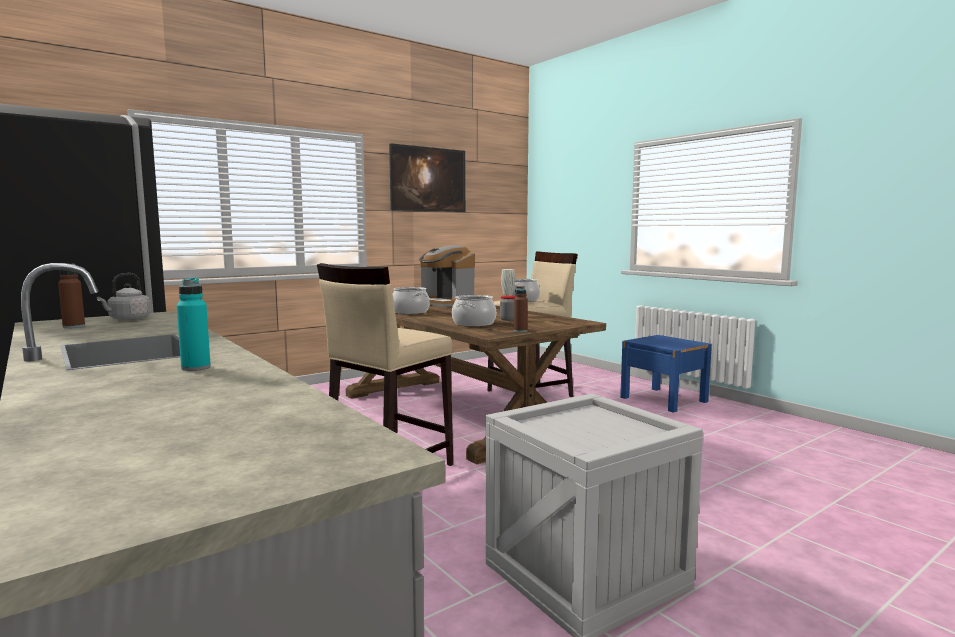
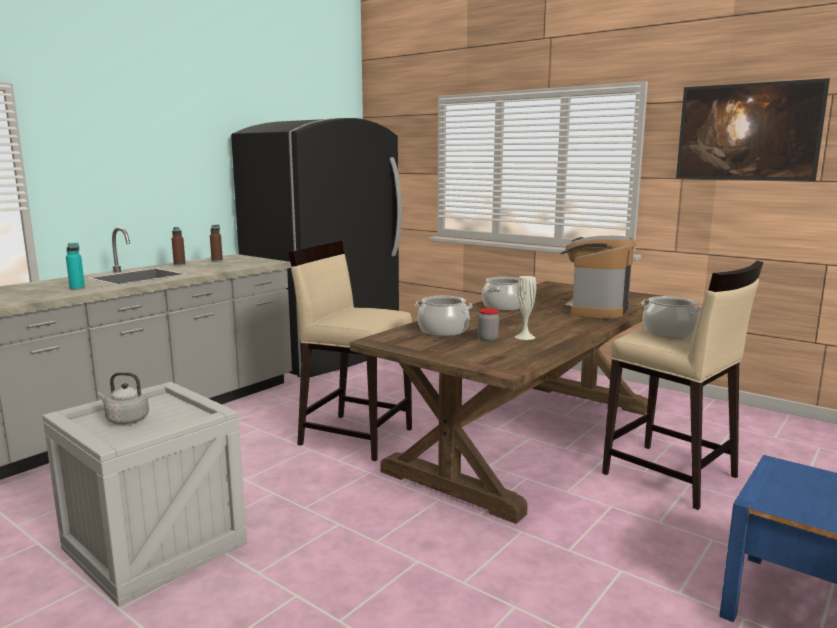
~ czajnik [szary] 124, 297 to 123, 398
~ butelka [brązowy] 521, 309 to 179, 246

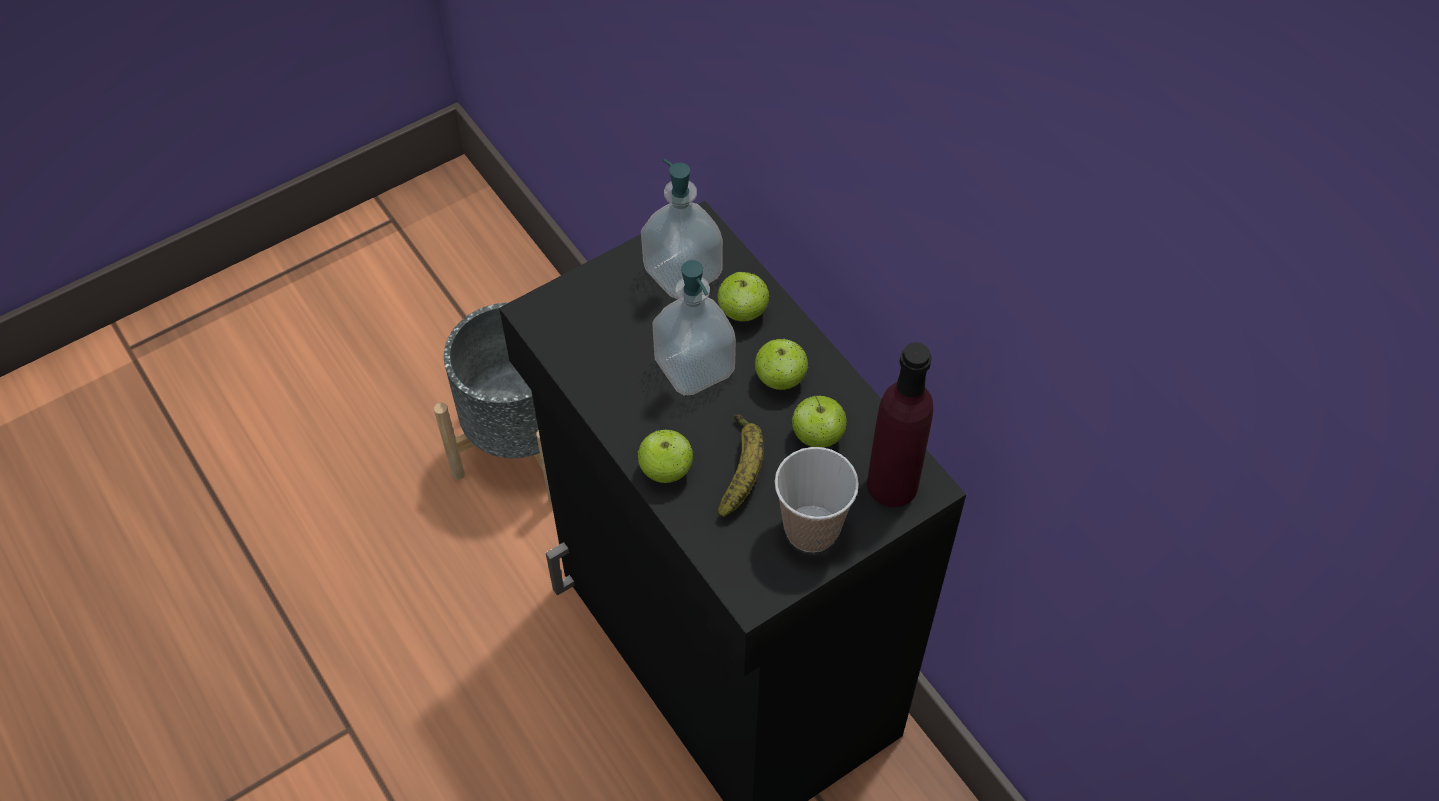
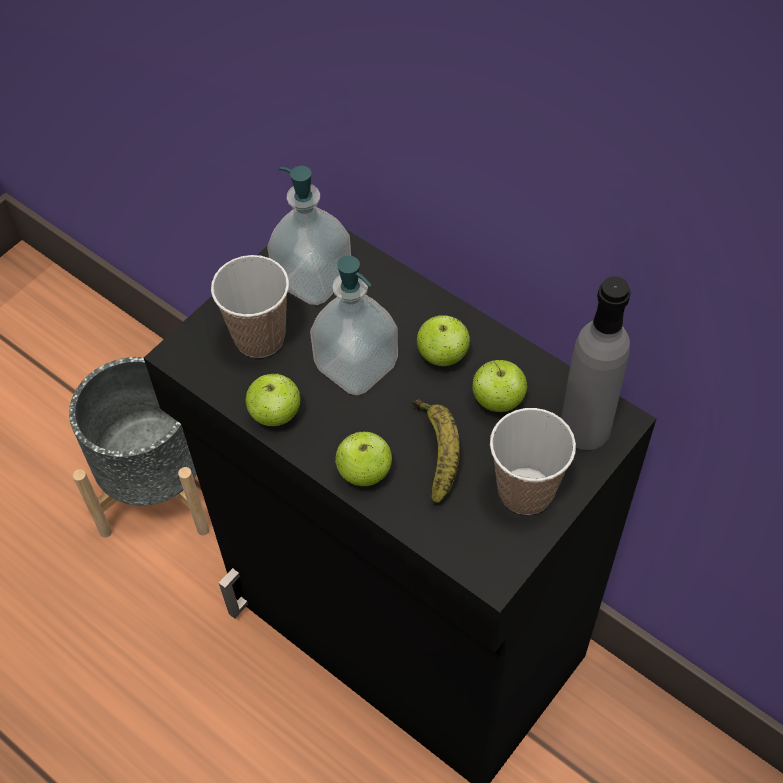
+ filiżanka 250, 306
~ jabłko 743, 296 to 273, 399
~ butelka [fioletowy] 900, 424 to butelka [szary] 596, 363

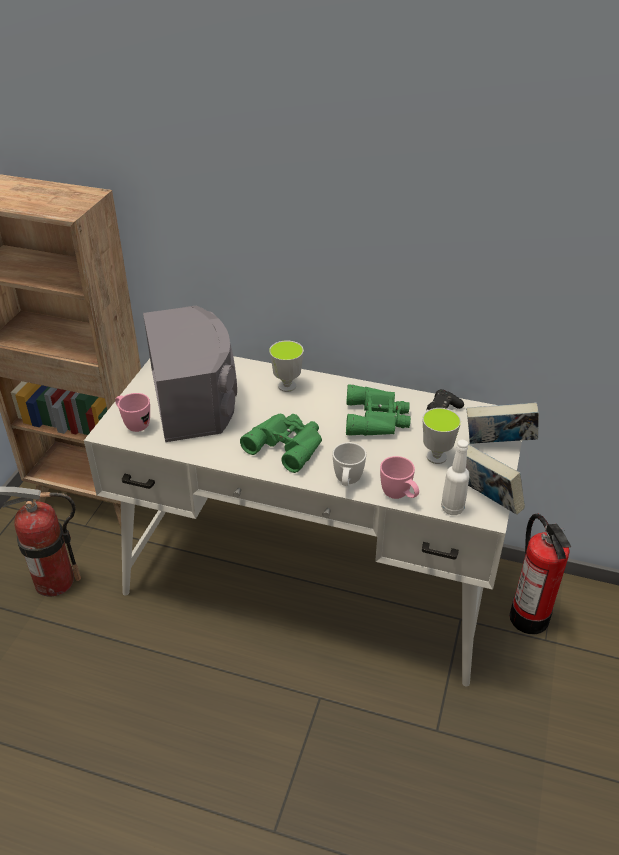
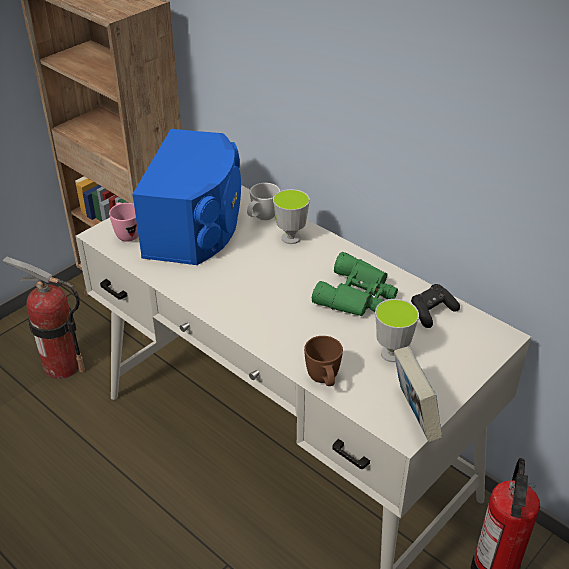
~ głośnik [szary] 190, 373 to głośnik [niebieski] 186, 197
~ kubek [biały] 349, 464 to 263, 201
~ kubek [różowy] 399, 477 to kubek [brązowy] 323, 361
- lornetka [zielony] 281, 443
- butelka [biały] 455, 477
- książka 502, 423

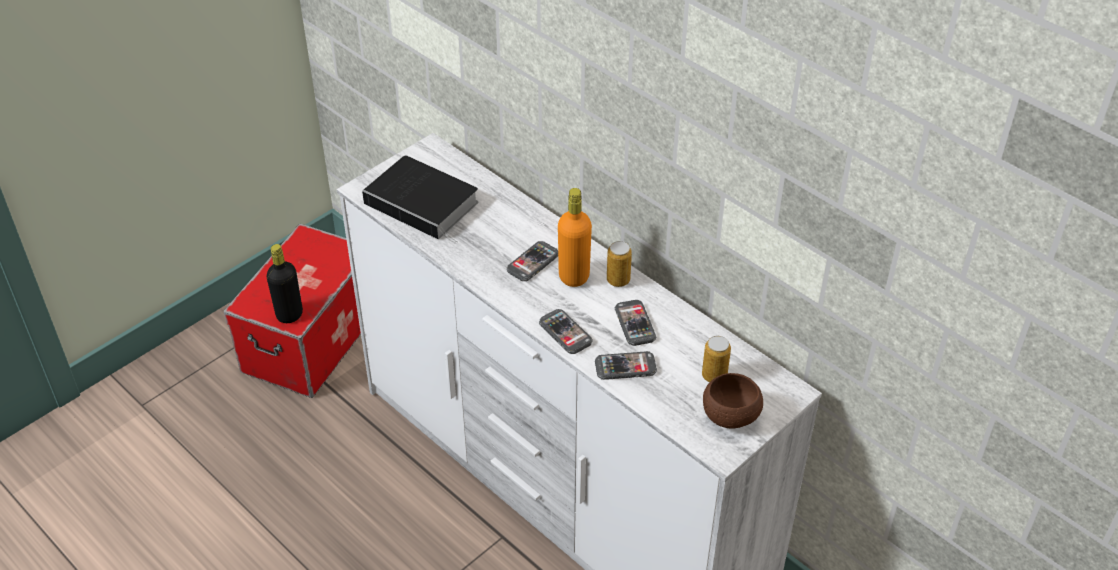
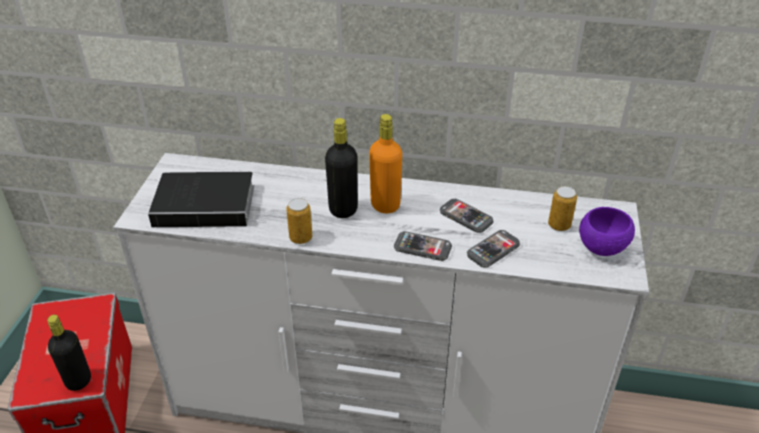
~ puszka 619, 264 to 299, 221
~ telefon 532, 261 to butelka [czarny] 341, 168
~ miska [brązowy] 733, 400 to miska [fioletowy] 607, 231

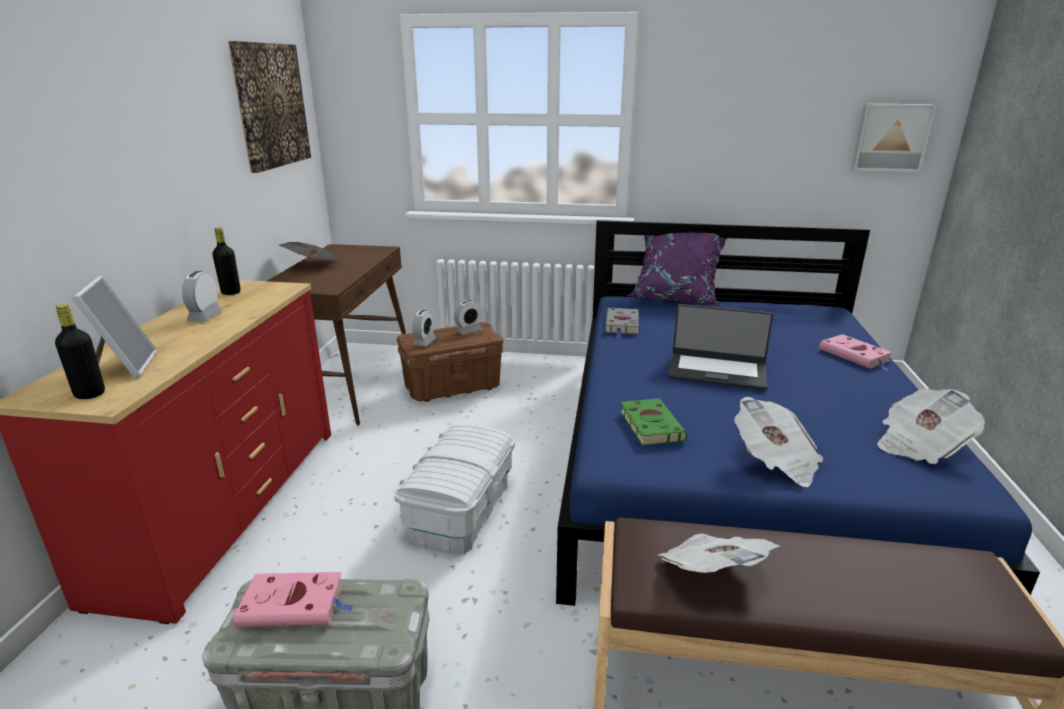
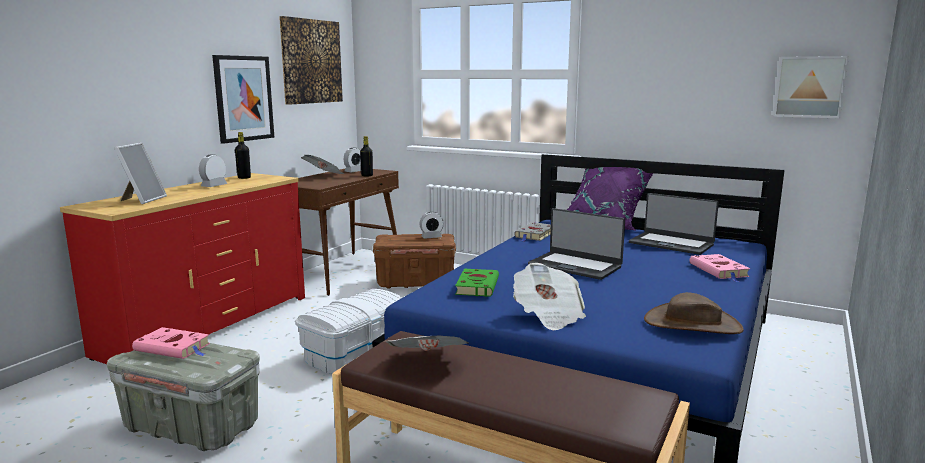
+ obraz 243, 99
~ budzik 424, 328 to 352, 160
~ butelka [czarny] 80, 351 to 366, 156
+ laptop 674, 224
~ gazeta 931, 426 to kapelusz [brązowy] 694, 313

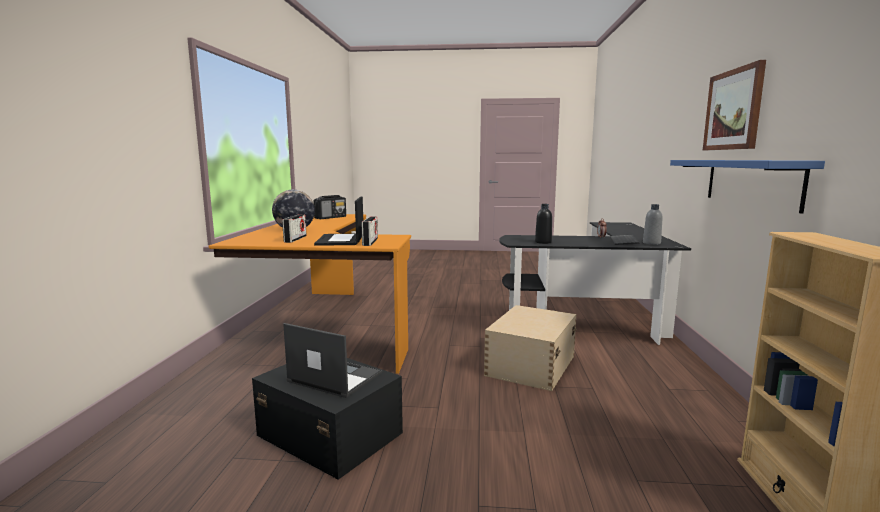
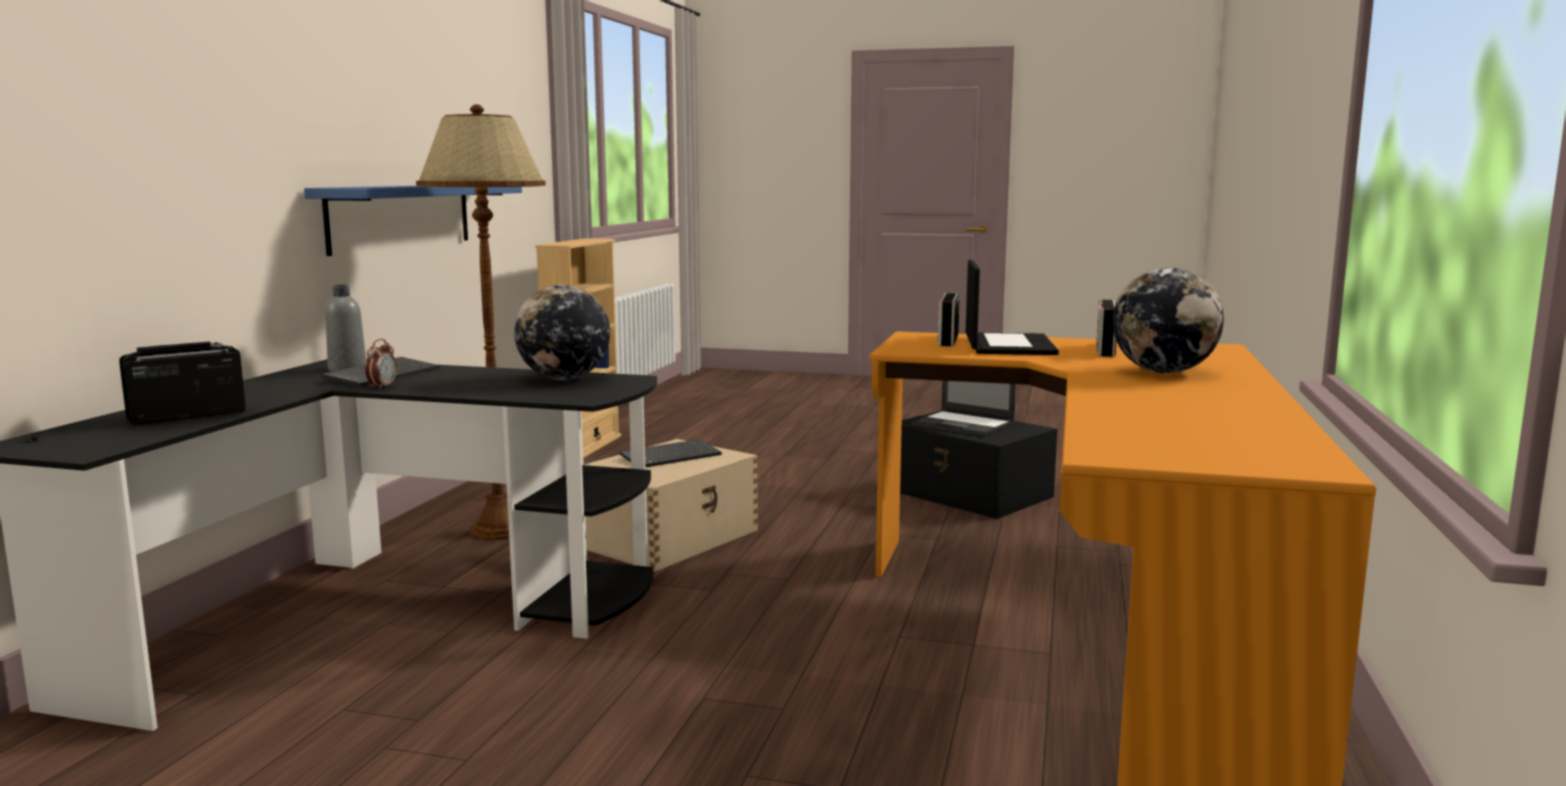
~ radio 329, 207 to 182, 383
+ lampa stojąca [brązowy] 481, 322
~ butelka [czarny] 543, 224 to globus 562, 332
+ klawiatura 670, 453
- obraz 734, 105

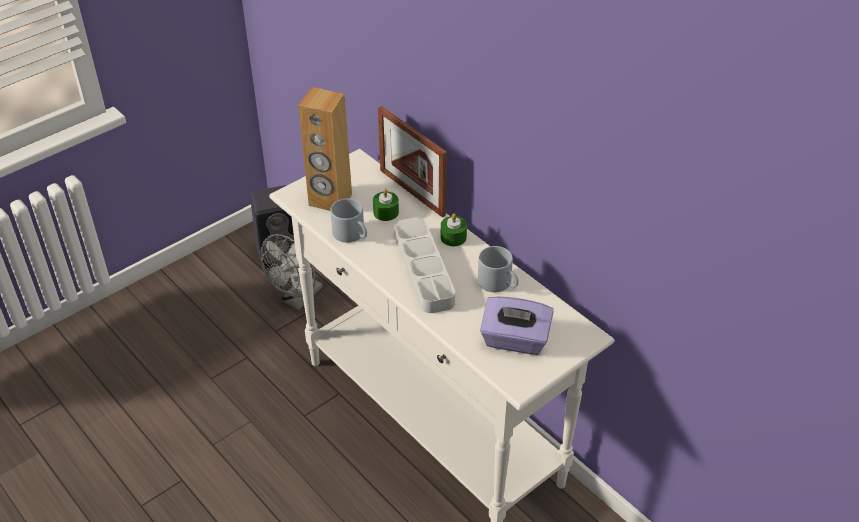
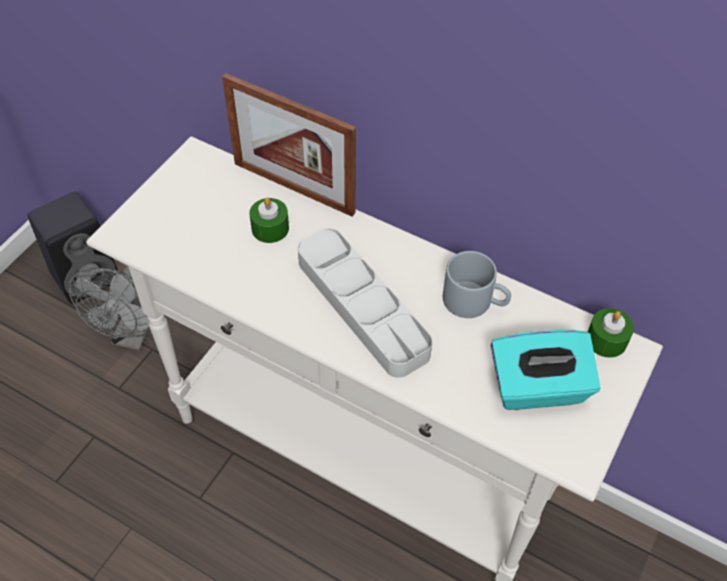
~ pudełko chusteczek [fioletowy] 517, 325 to pudełko chusteczek [turkusowy] 546, 370
~ świeca [zielony] 454, 230 to 611, 333
- głośnik [brązowy] 325, 149
- kubek [szary] 348, 221

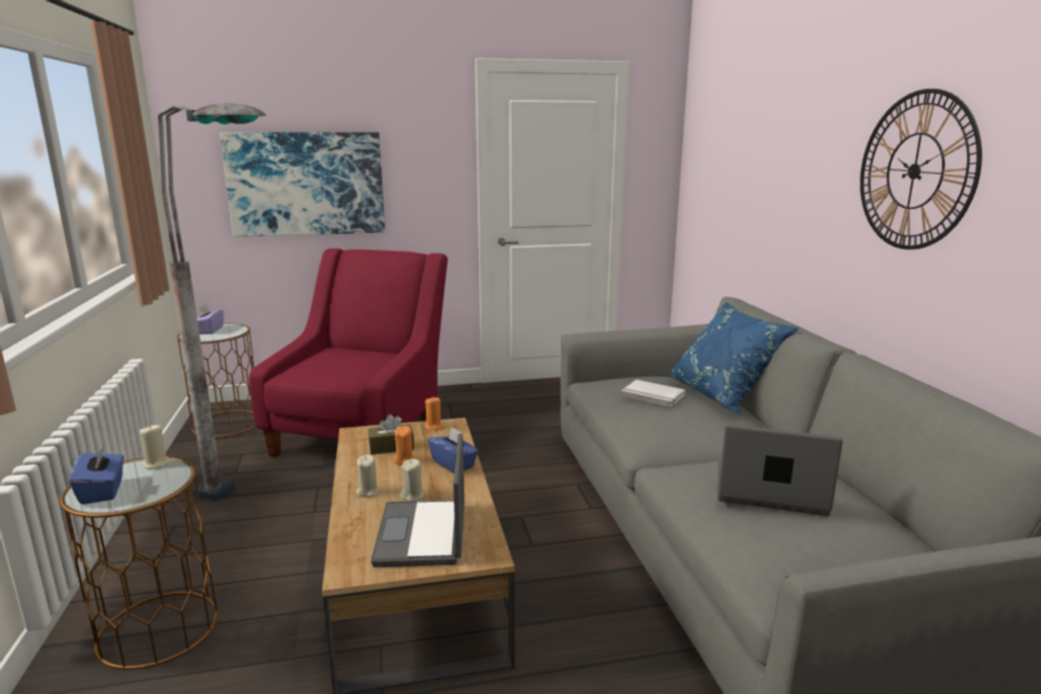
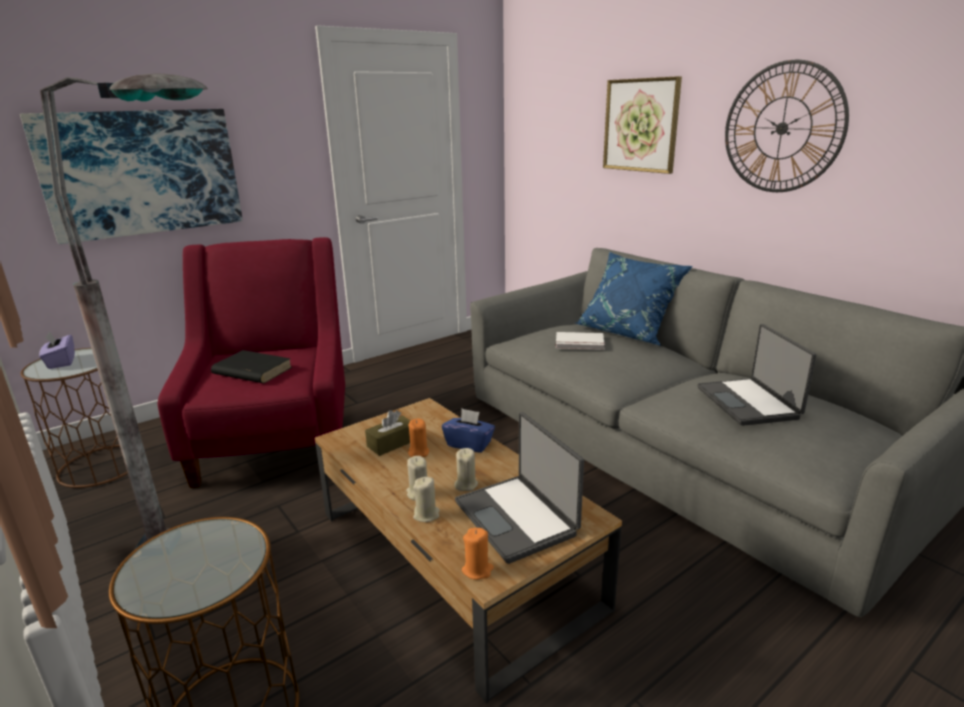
+ książka [czarny] 251, 366
~ świeca [beżowy] 155, 447 to 426, 499
~ świeca [pomarańczowy] 434, 413 to 478, 554
+ obraz 642, 125
~ laptop 780, 470 = 756, 375 90 degrees counterclockwise
- pudełko chusteczek [niebieski] 97, 474

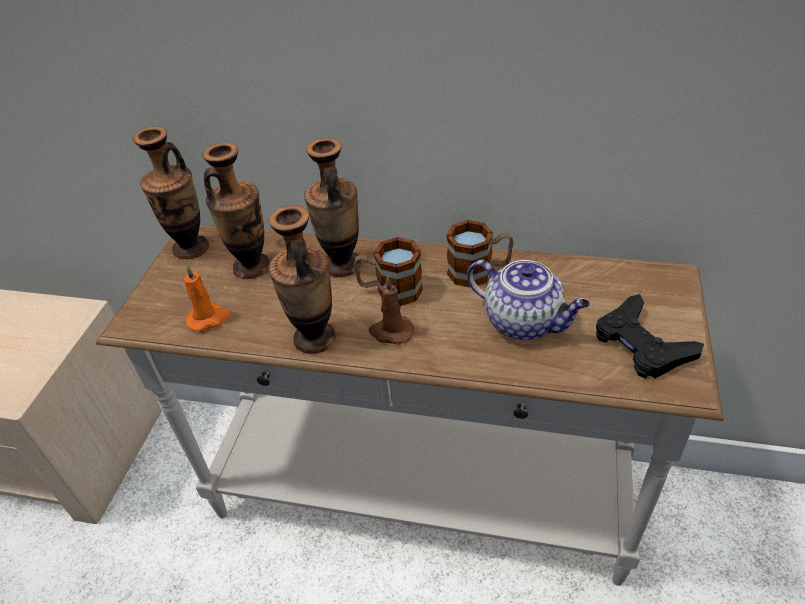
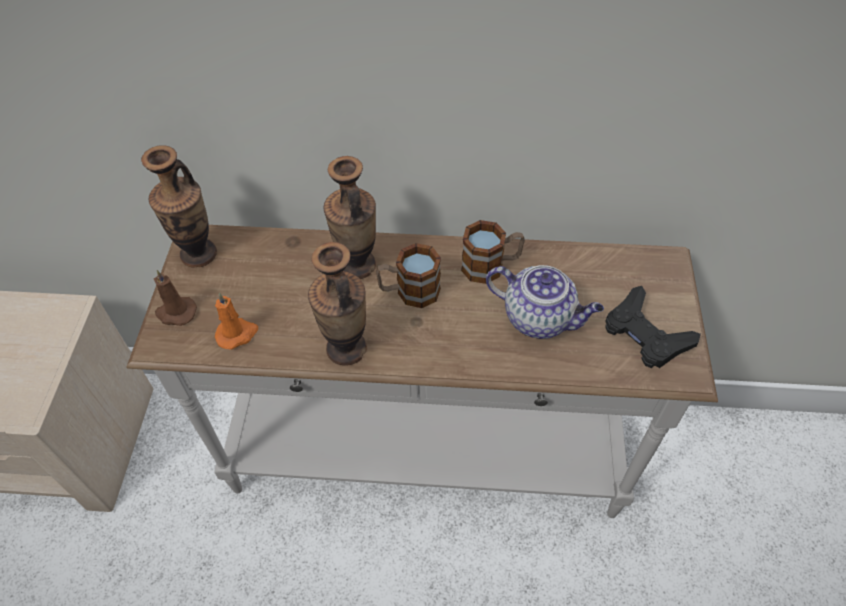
~ świeca [brązowy] 391, 310 to 175, 298
- wazon 236, 211

